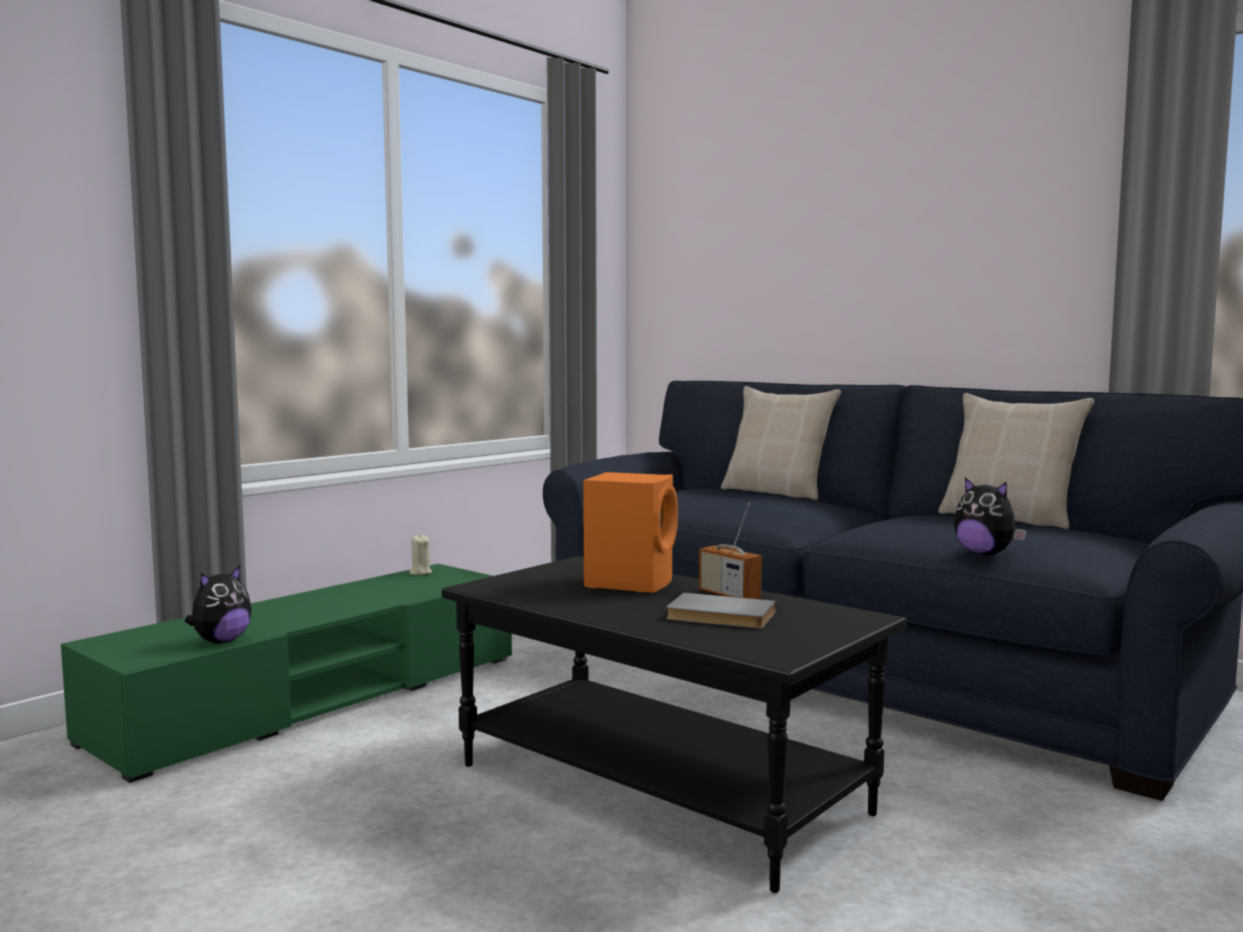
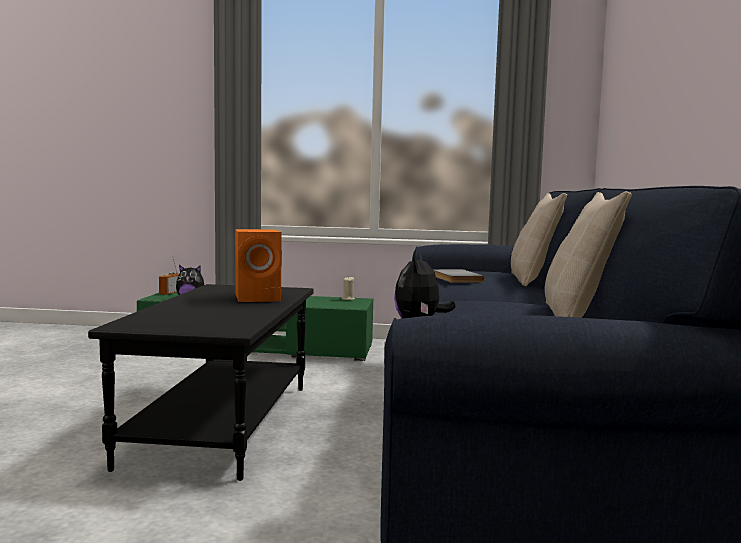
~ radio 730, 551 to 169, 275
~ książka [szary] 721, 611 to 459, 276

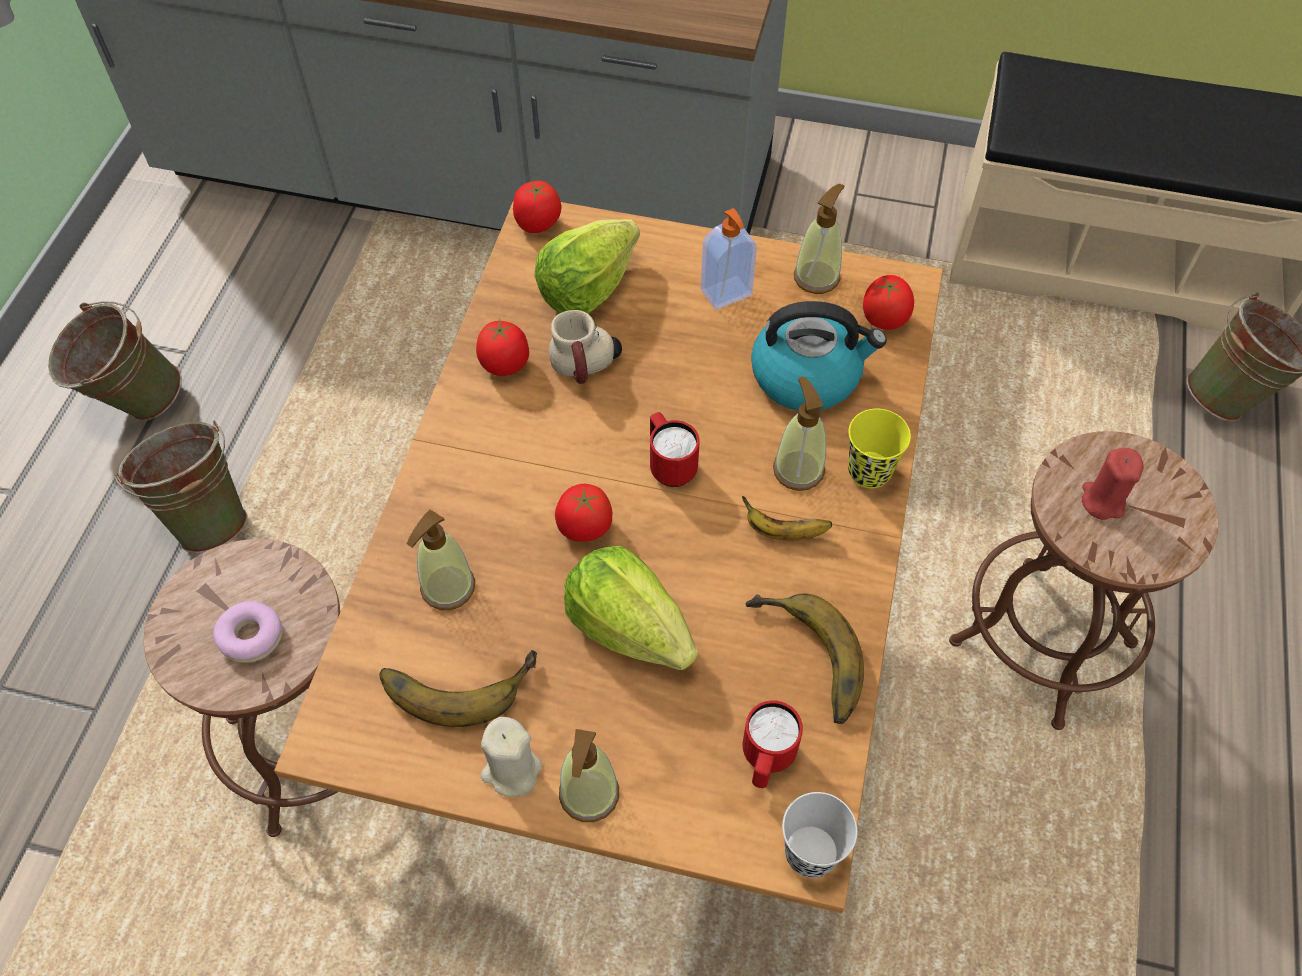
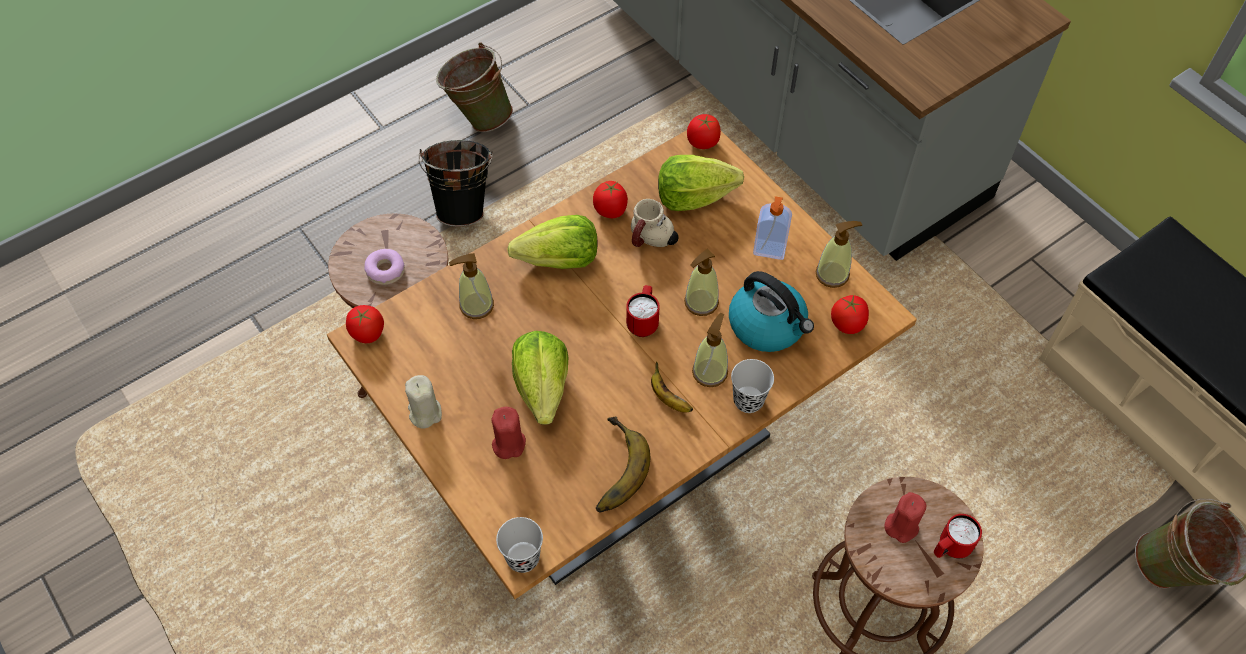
~ pomidor 583, 513 to 365, 324
~ wiadro [zielony] 180, 486 to wiadro [czarny] 456, 183
+ świeca [czerwony] 509, 433
+ sałata 552, 242
~ dozownik mydła 589, 775 to 701, 282
~ filiżanka [żółty] 879, 448 to filiżanka [czarny] 752, 386
~ kubek [czerwony] 773, 744 to 958, 536
- banan 458, 688

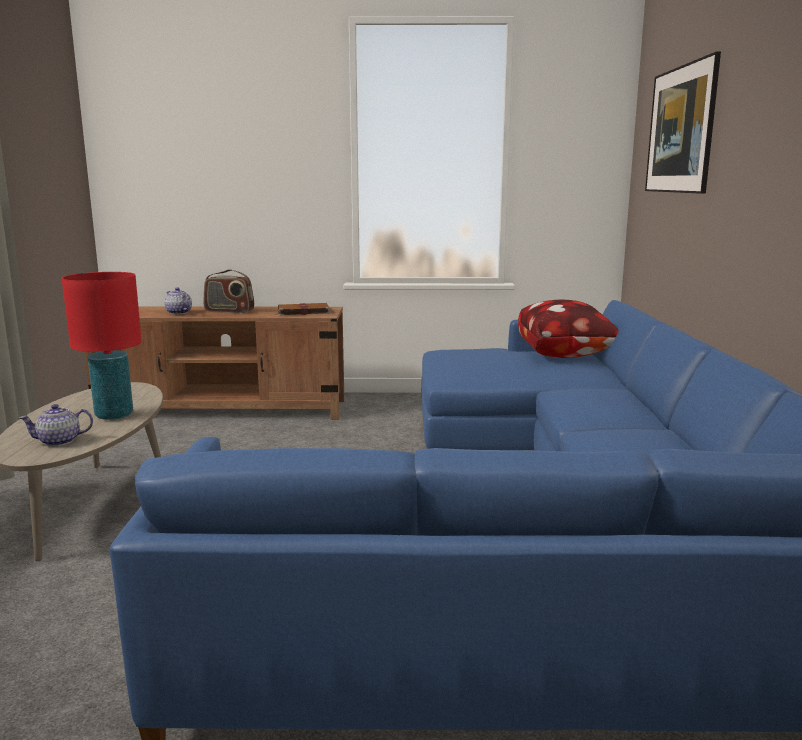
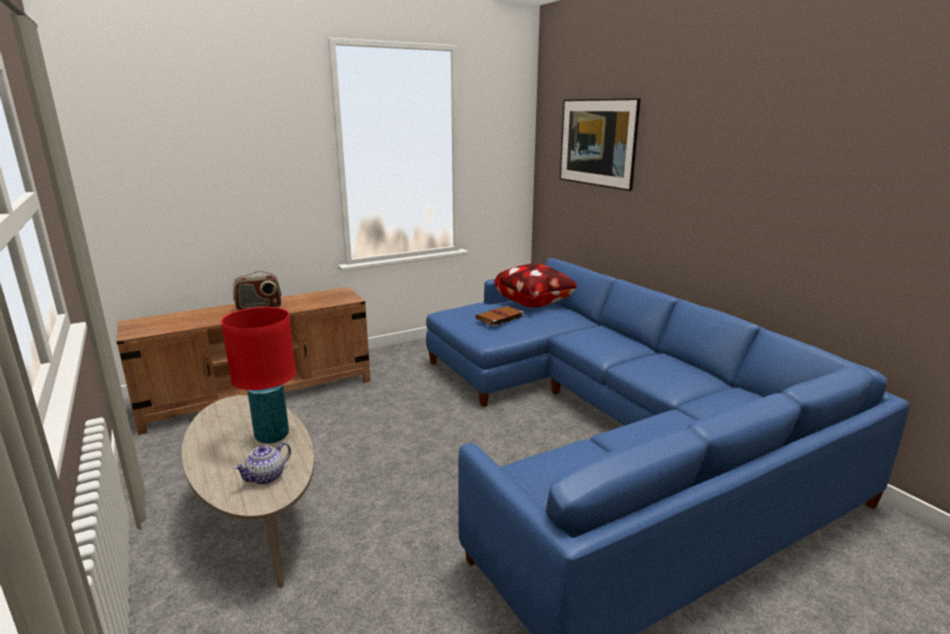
~ książka [brązowy] 302, 309 to 499, 316
- imbryk 178, 300

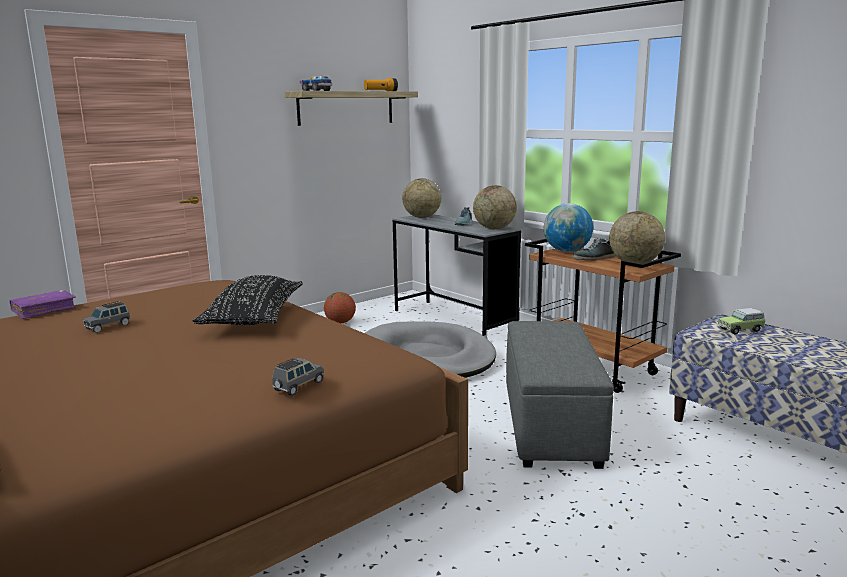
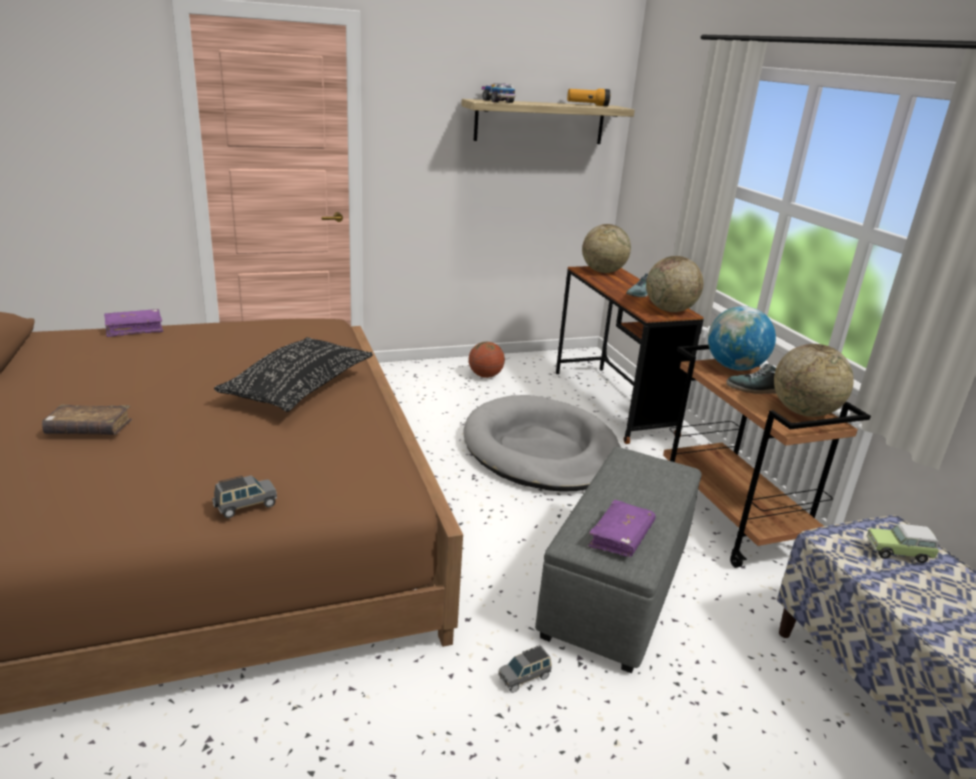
+ książka [brązowy] 87, 420
~ samochodzik [szary] 106, 317 to 525, 669
~ biurko [szary] 456, 276 to biurko [brązowy] 630, 355
+ książka [fioletowy] 622, 528

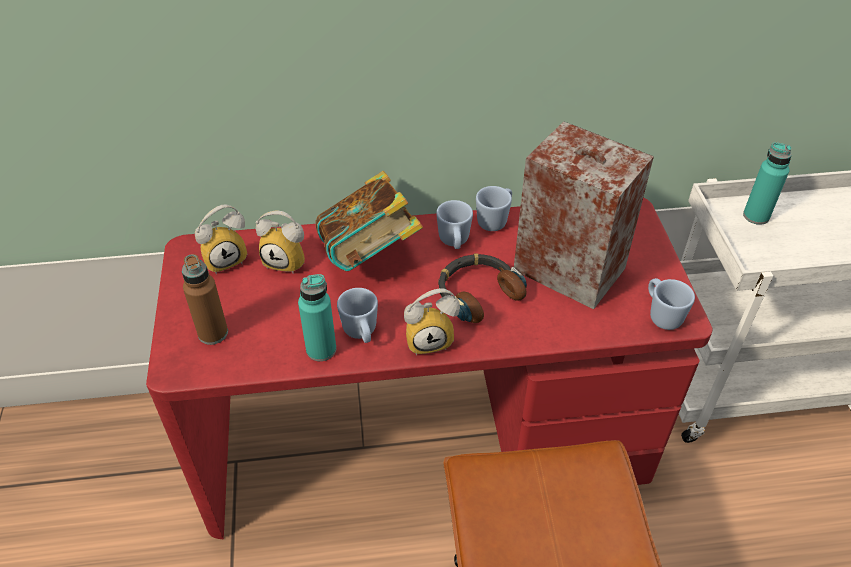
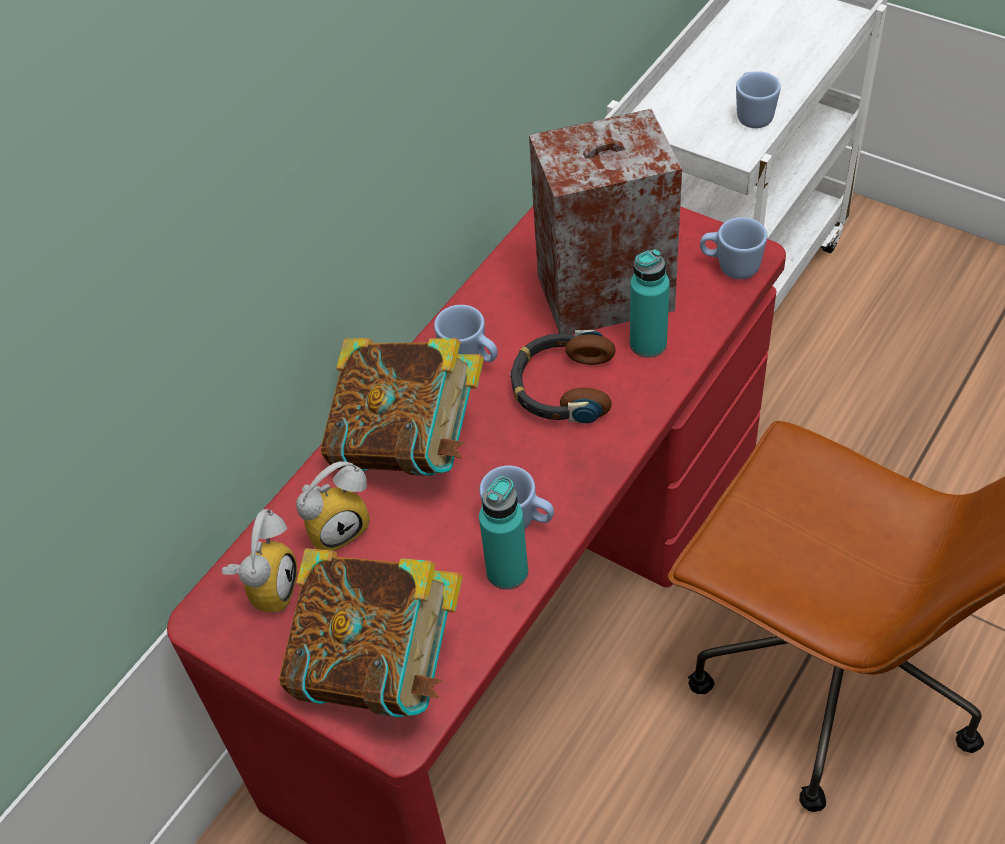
~ butelka [brązowy] 205, 299 to książka 371, 633
~ butelka [turkusowy] 767, 183 to 650, 303
~ kubek [niebieski] 494, 208 to 758, 99
- budzik 432, 321

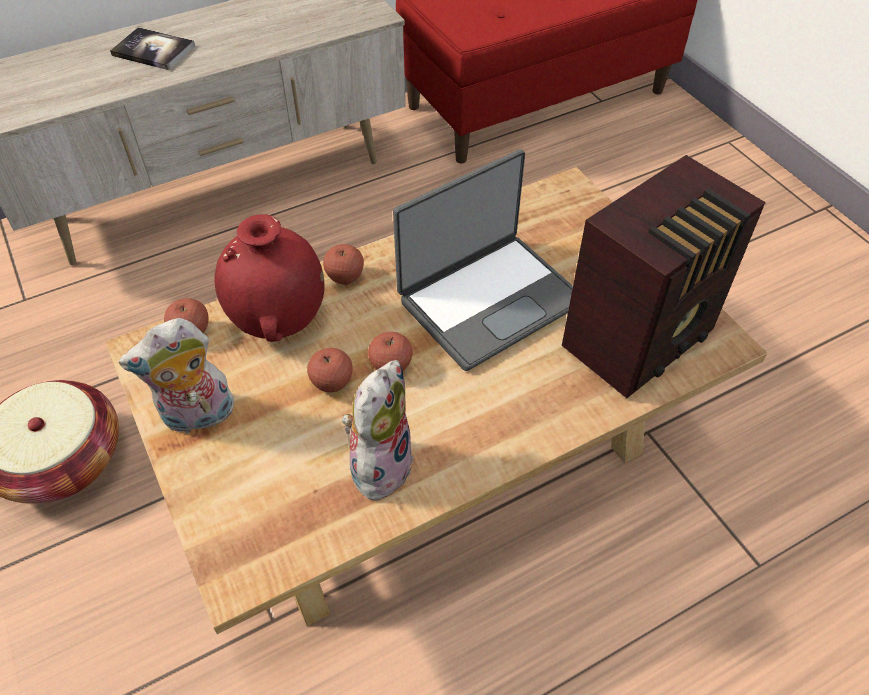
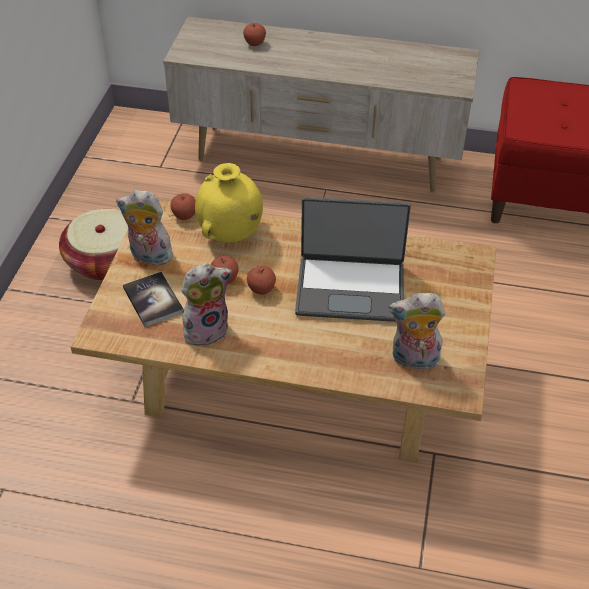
~ książka 152, 48 to 153, 299
~ wazon [czerwony] 269, 278 to wazon [żółty] 229, 203
~ jabłko 343, 264 to 254, 34
~ radio 664, 276 to pluszak 417, 331

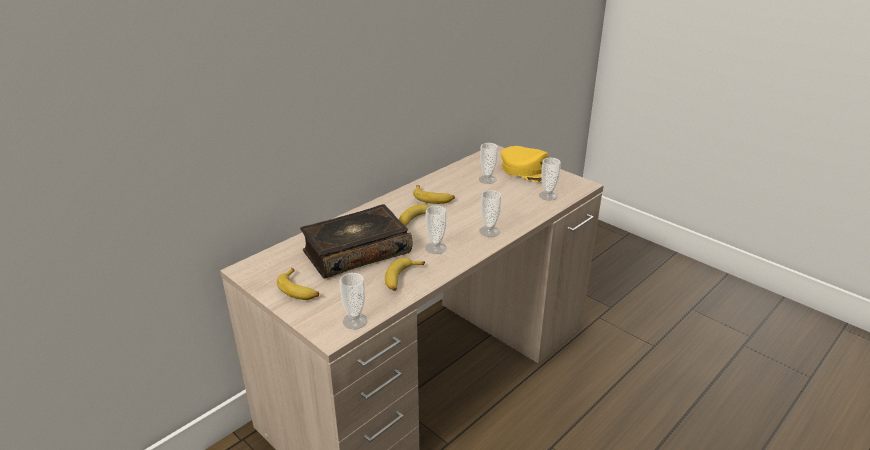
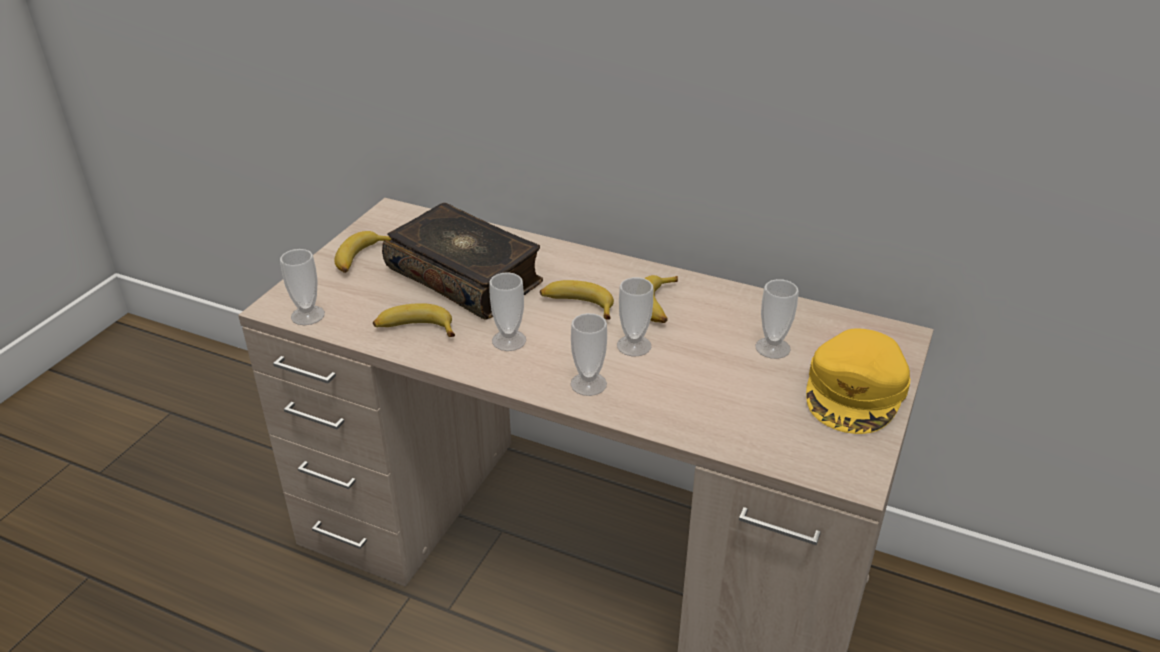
~ filiżanka 550, 179 to 635, 316

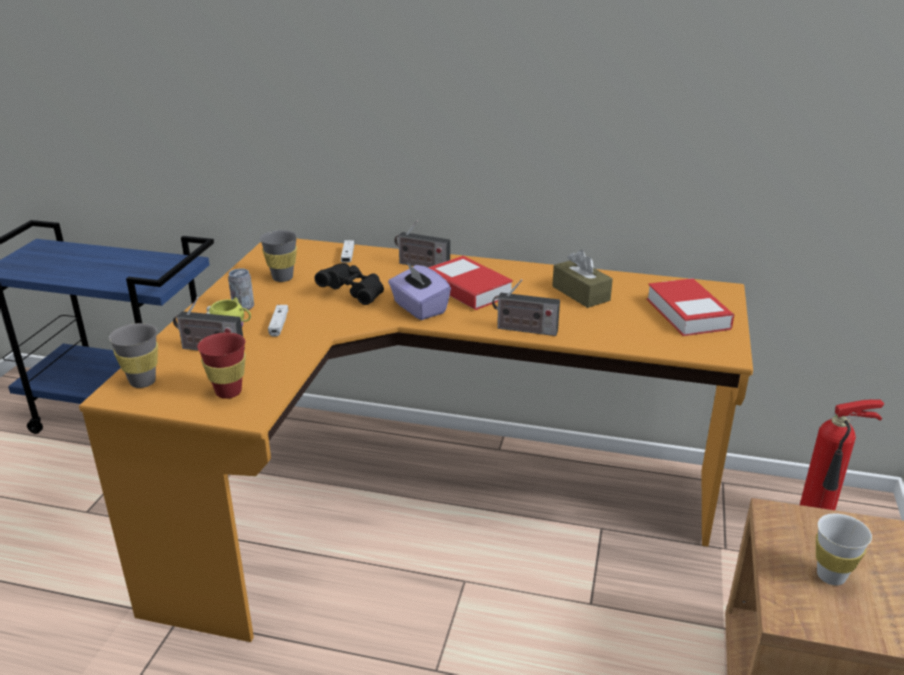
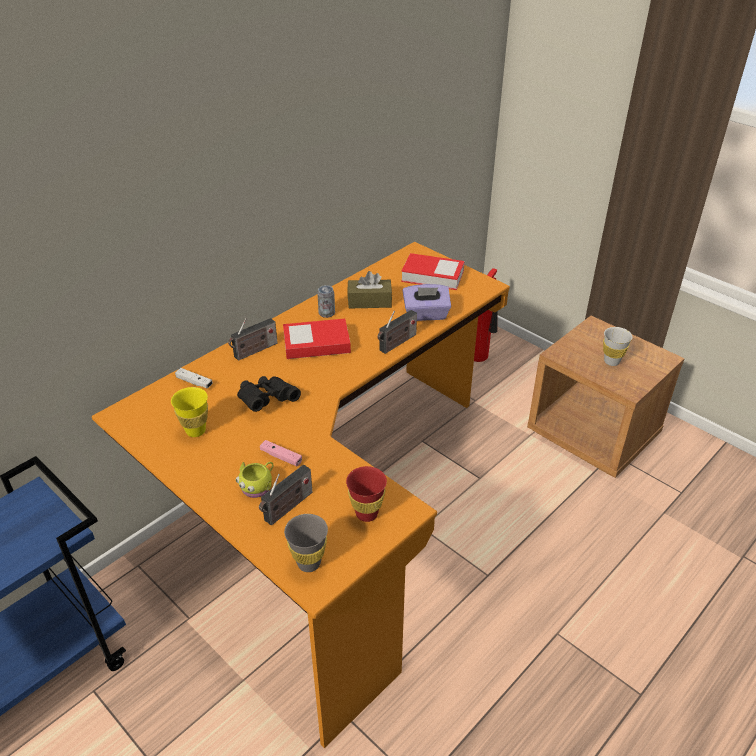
~ filiżanka [szary] 278, 256 to filiżanka [żółty] 189, 412
~ pad do gier [biały] 278, 320 to pad do gier [różowy] 281, 453
~ puszka 241, 289 to 326, 301
~ pudełko chusteczek [fioletowy] 419, 291 to 427, 302

